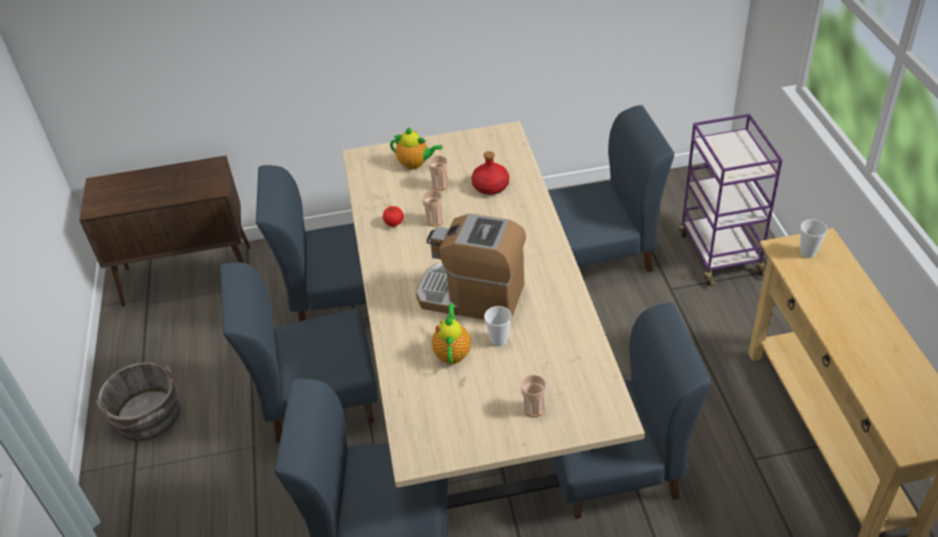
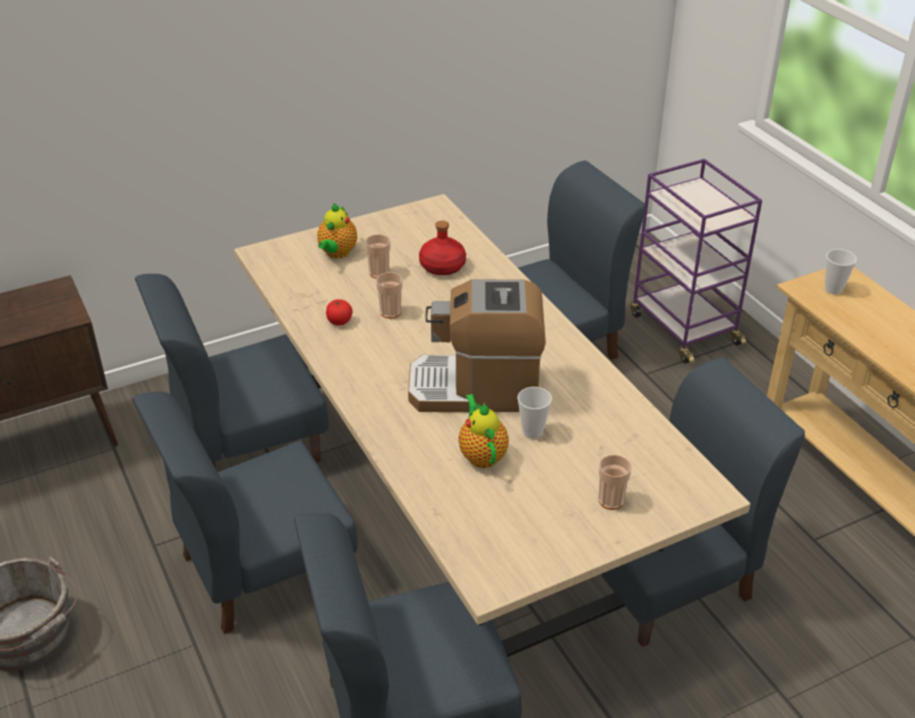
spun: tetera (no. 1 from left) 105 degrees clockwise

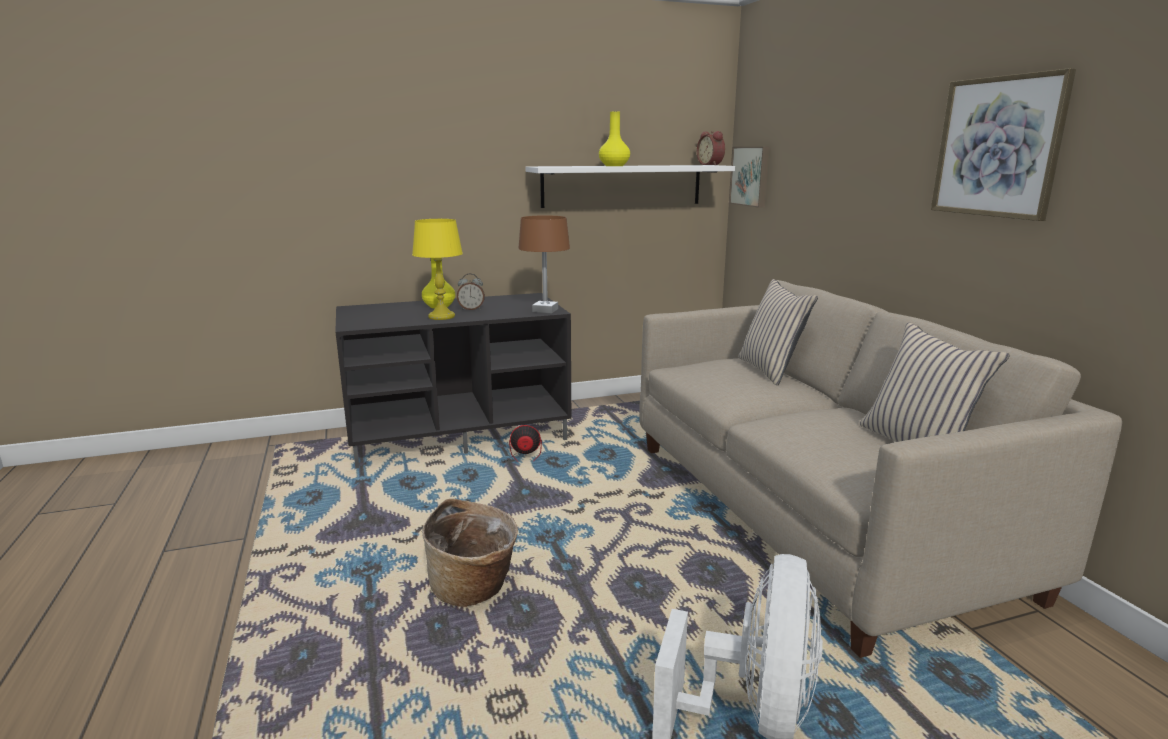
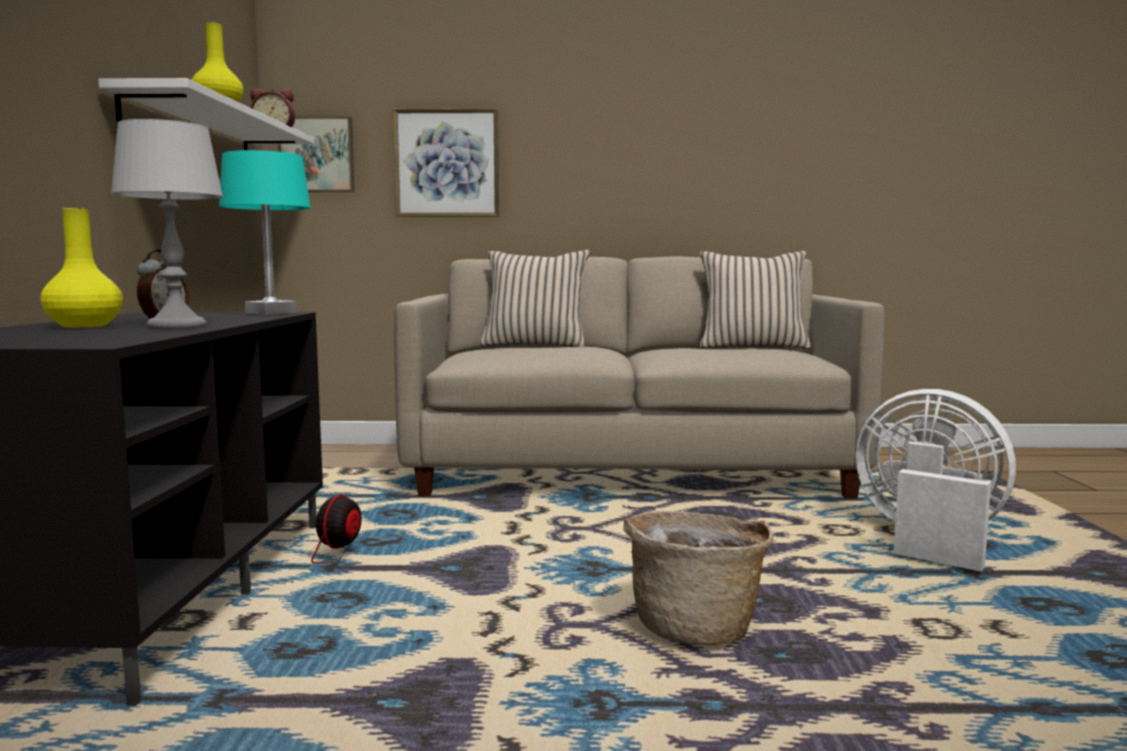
relocated: cuadro (no. 2 from left)
colour: lámpara de mesa (amarillo) to lámpara de mesa (gris); lámpara de mesa (marrón) to lámpara de mesa (turquesa)

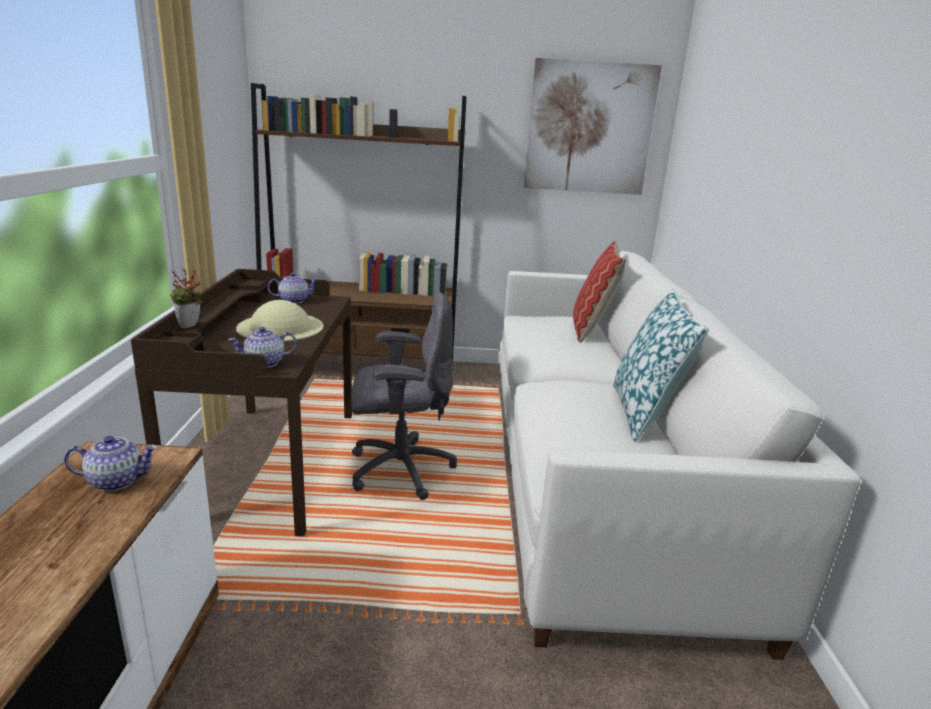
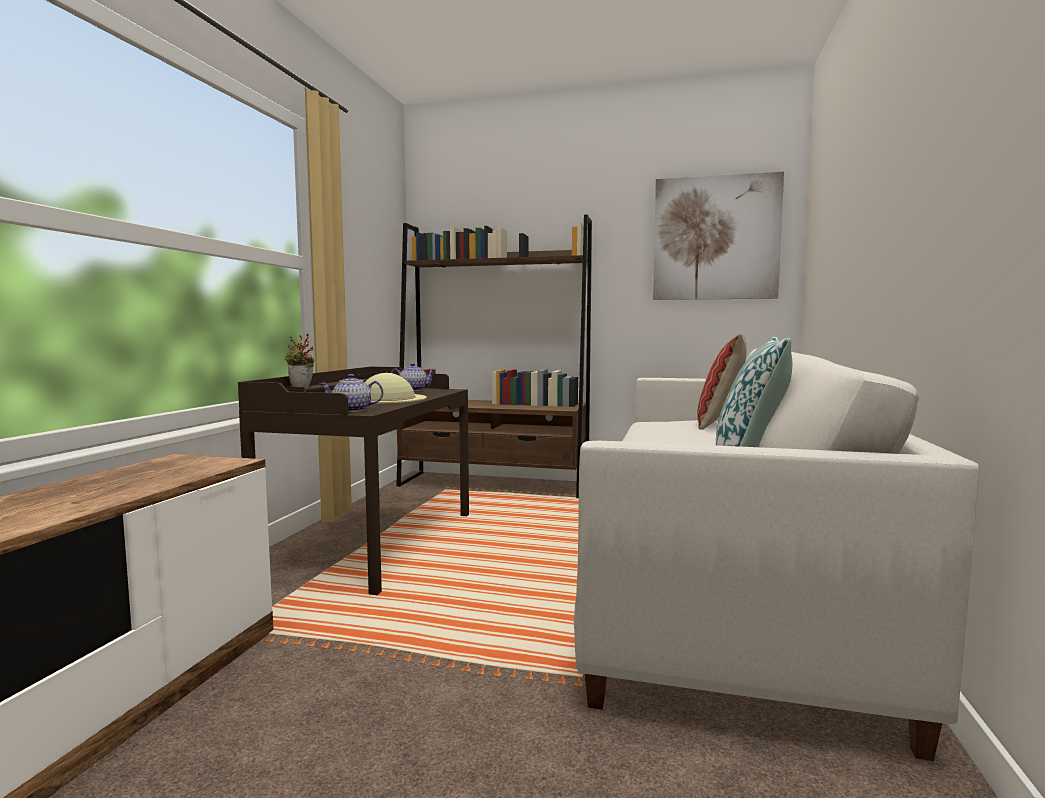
missing: tetera (no. 1 from left); silla de oficina (gris)

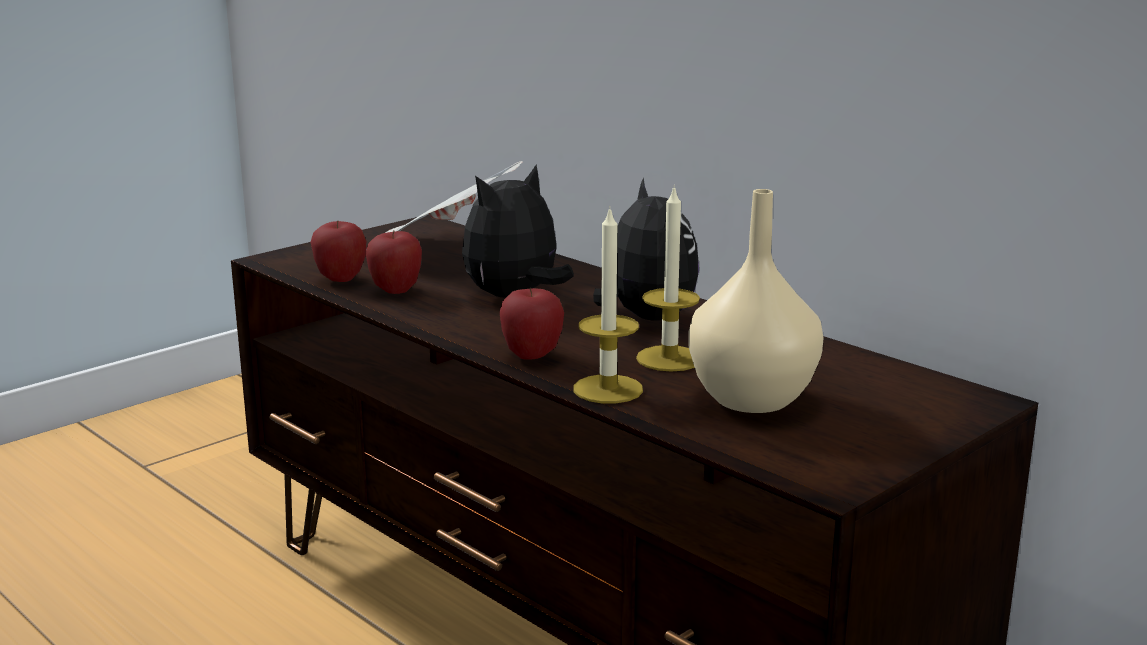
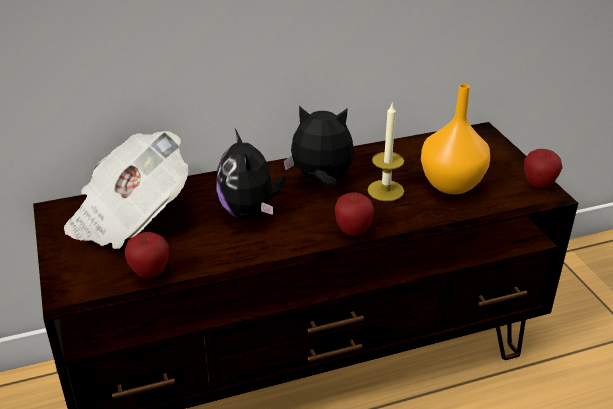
missing: vela (no. 1 from left)
relocated: manzana (no. 2 from left in the first image) to manzana (no. 3 from left)
colour: florero (beis) to florero (naranja)

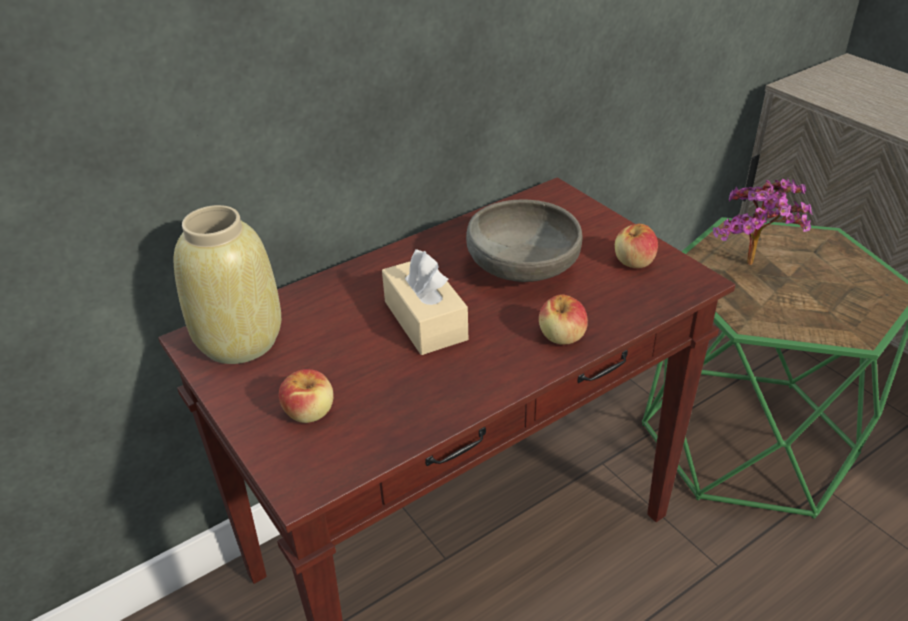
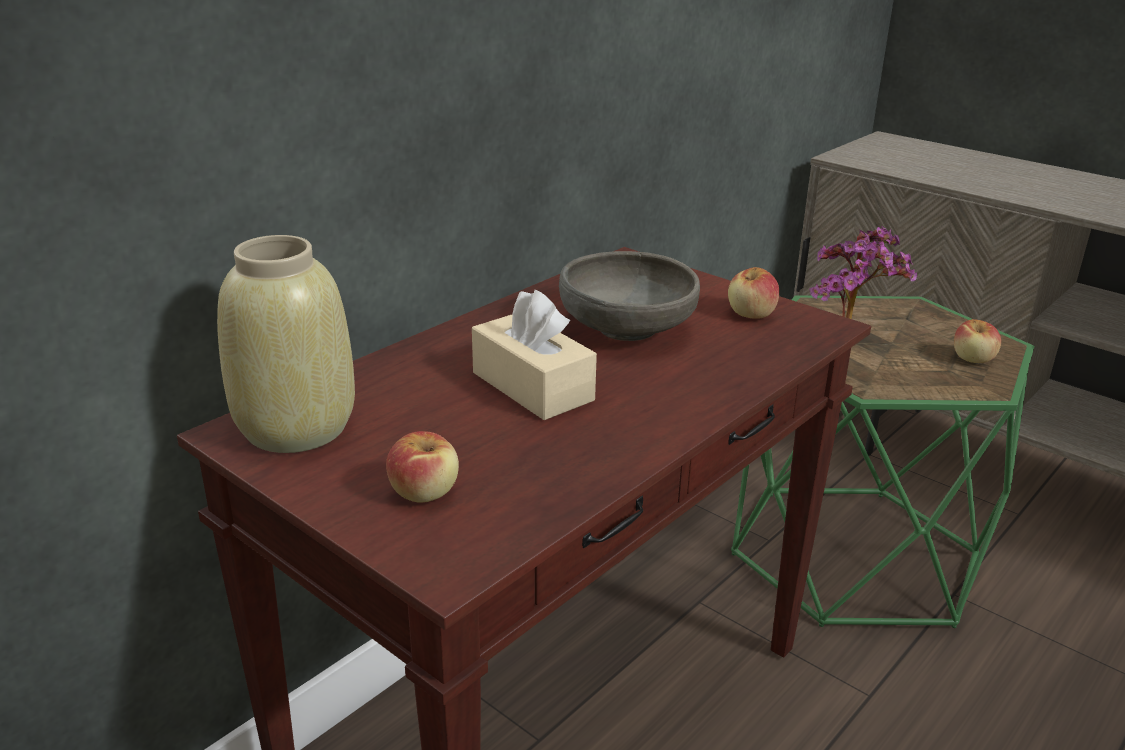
relocated: manzana (no. 2 from left in the first image) to manzana (no. 3 from left)

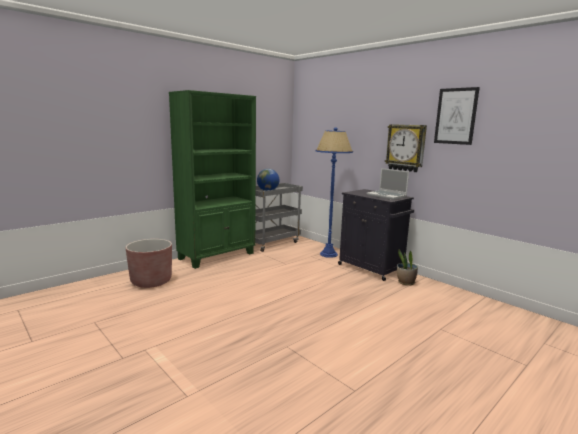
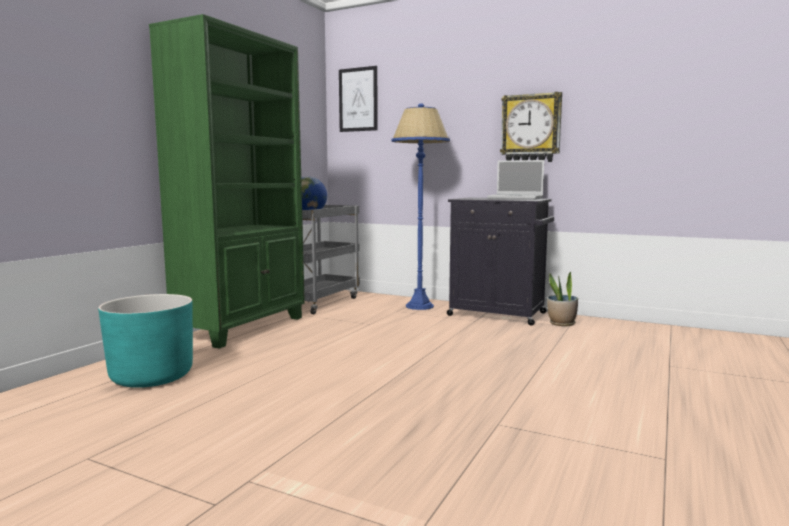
relocated: cuadro
colour: maceta (marrón) to maceta (turquesa)

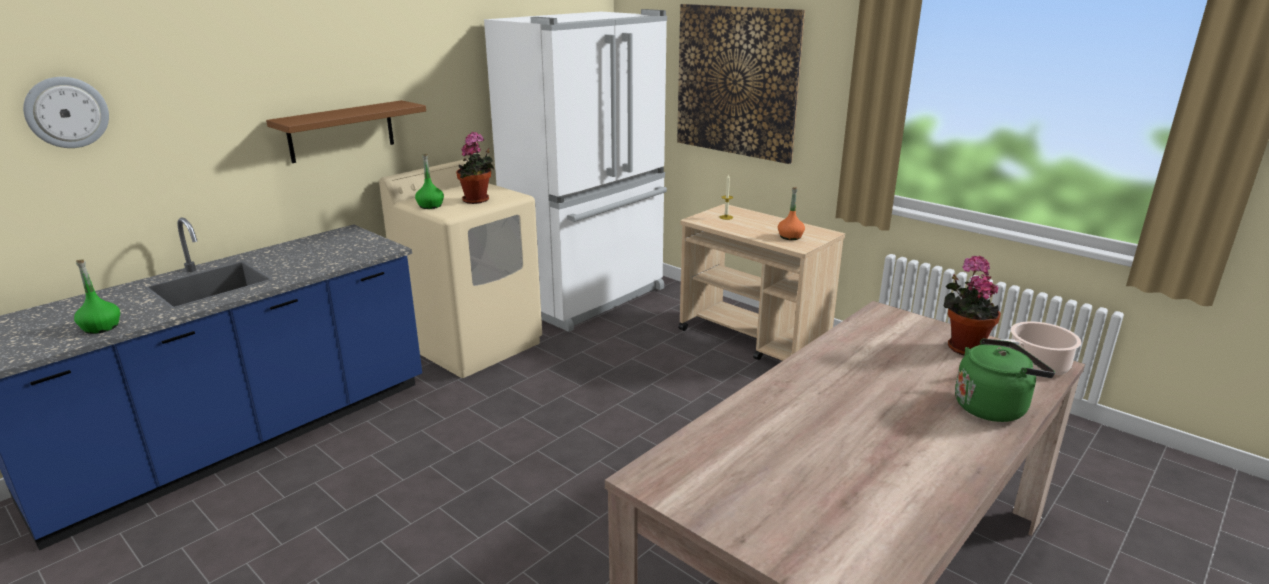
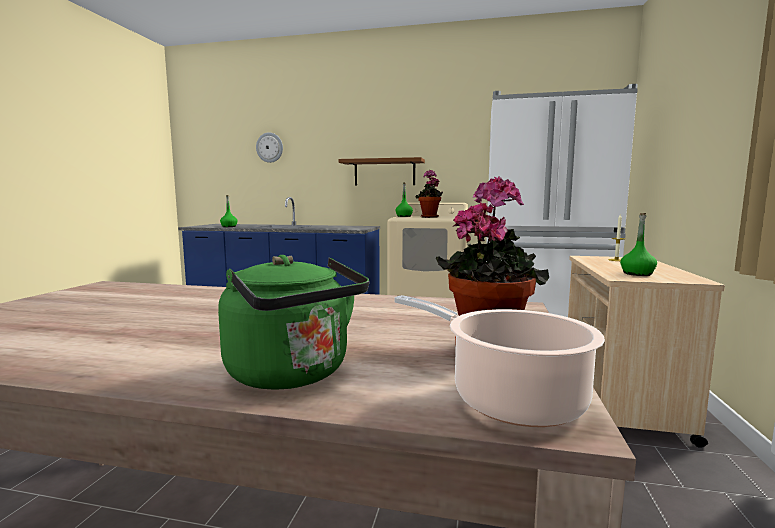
missing: cuadro
colour: botella (naranja) to botella (verde) (no. 3 from left)

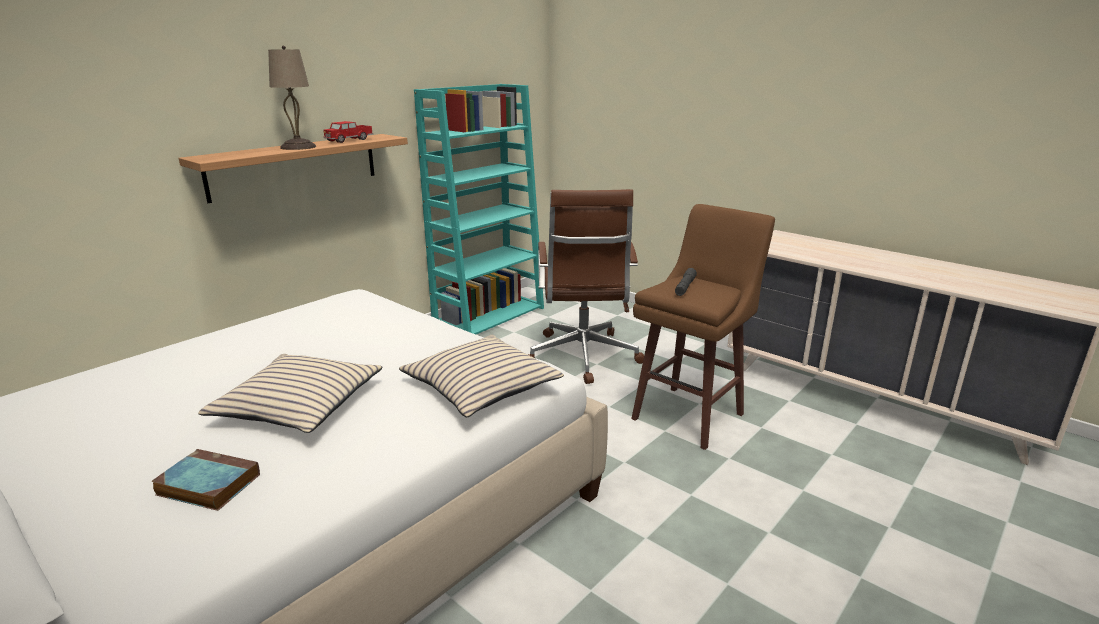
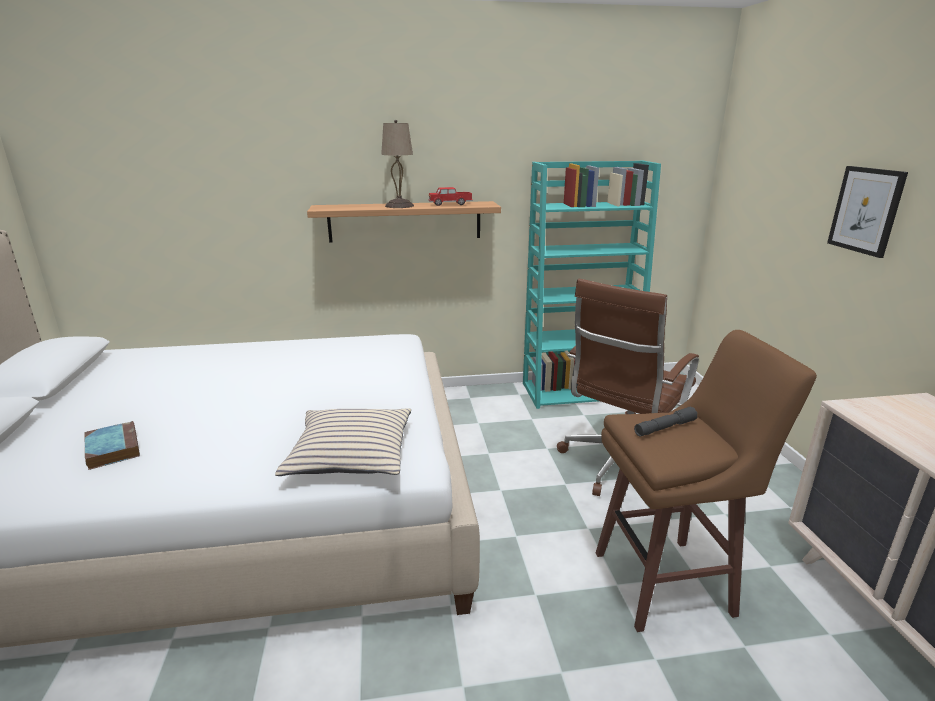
missing: cojín (beis) (no. 1 from left)
appeared: cuadro

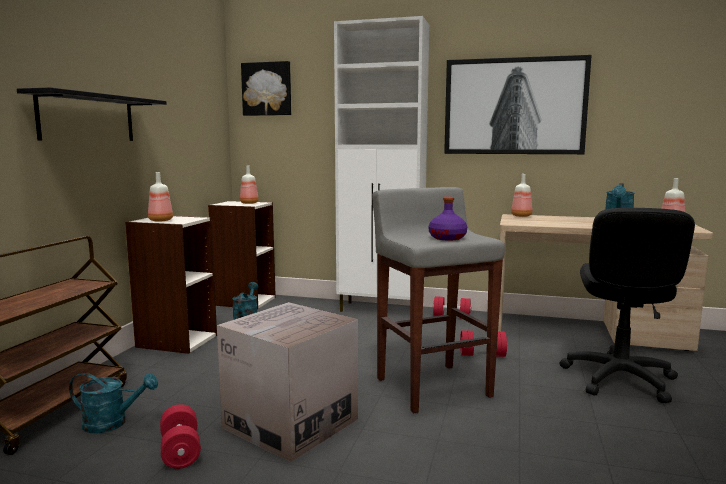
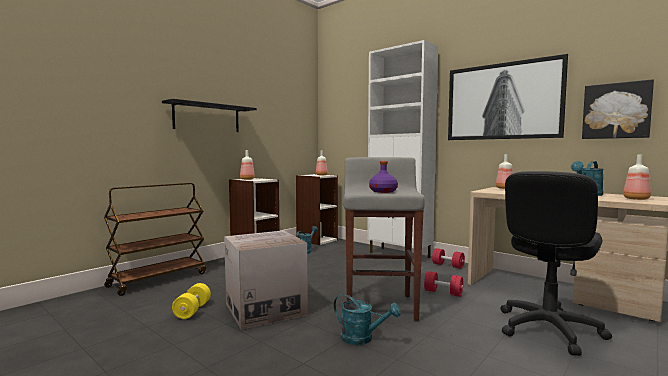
relocated: regadera (turquesa) (no. 1 from left in the first image) to regadera (turquesa) (no. 2 from left); cuadro (no. 1 from left in the first image) to cuadro (no. 2 from left)
colour: mancuerna (rojo) (no. 1 from left) to mancuerna (amarillo)

